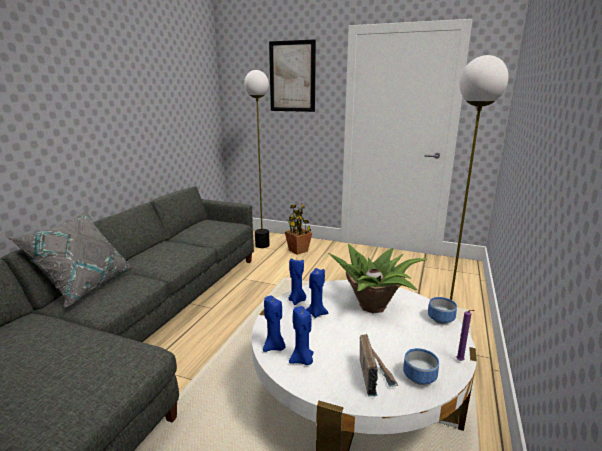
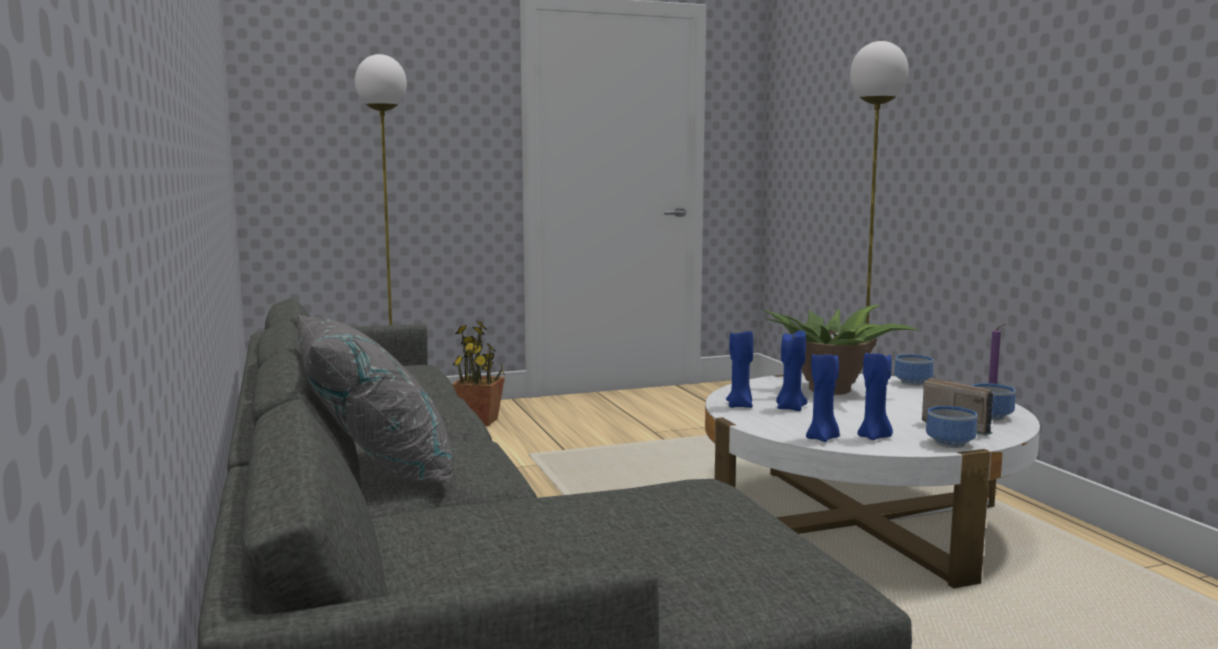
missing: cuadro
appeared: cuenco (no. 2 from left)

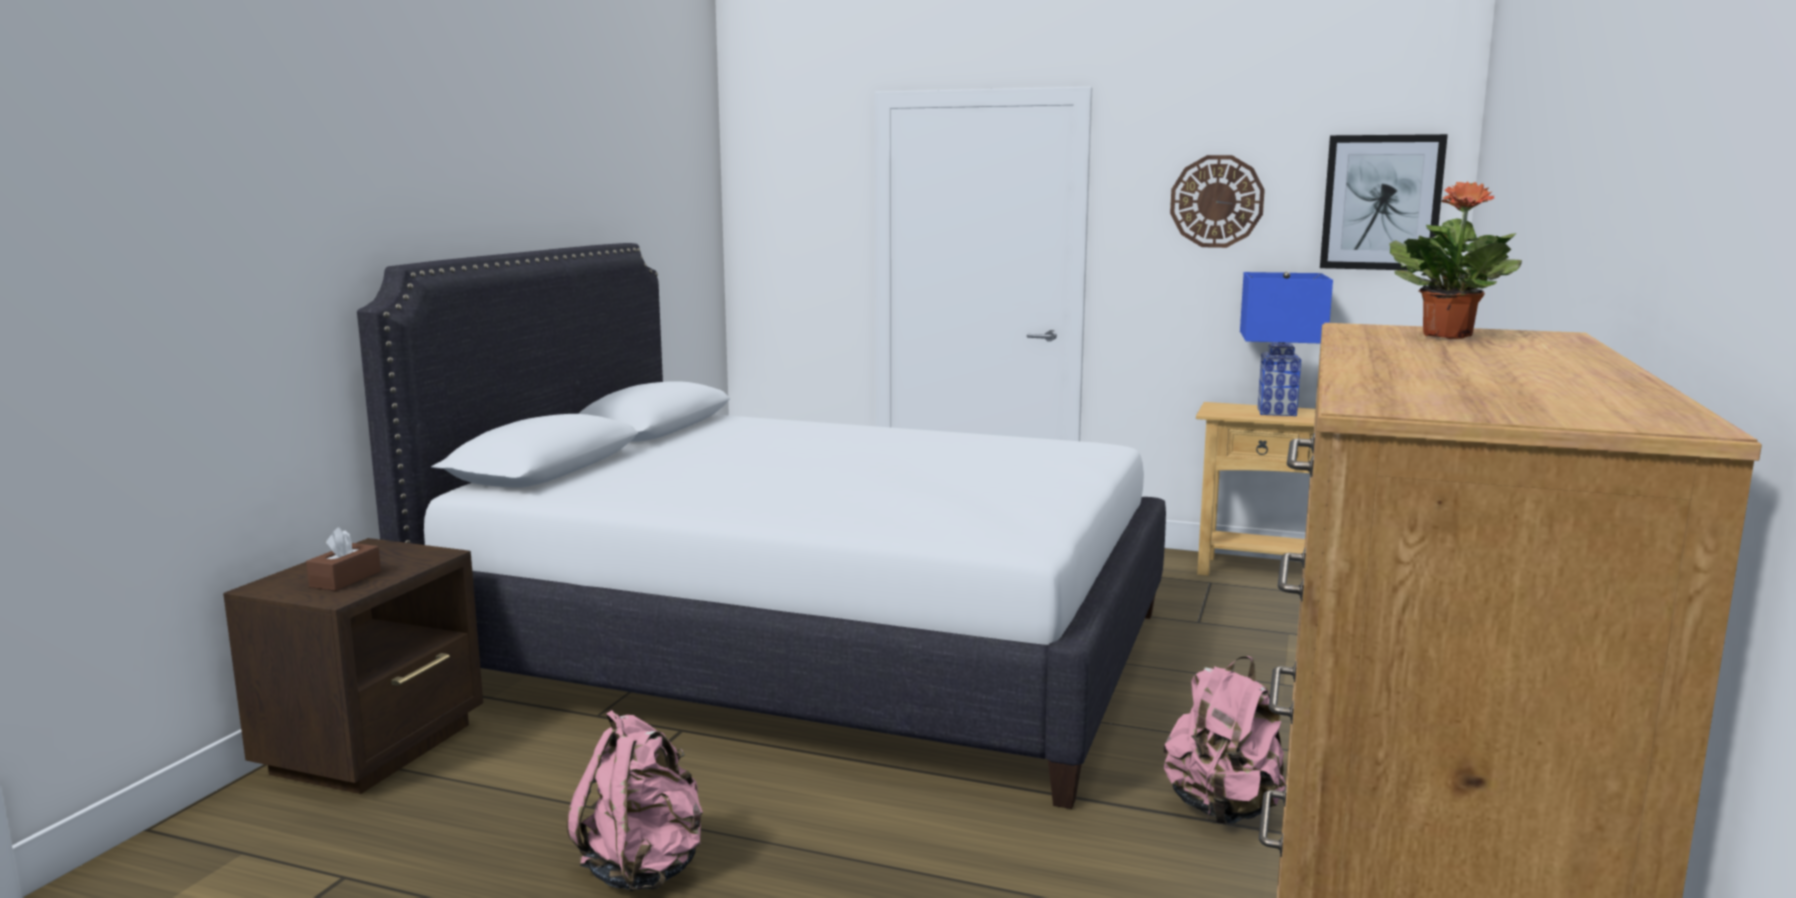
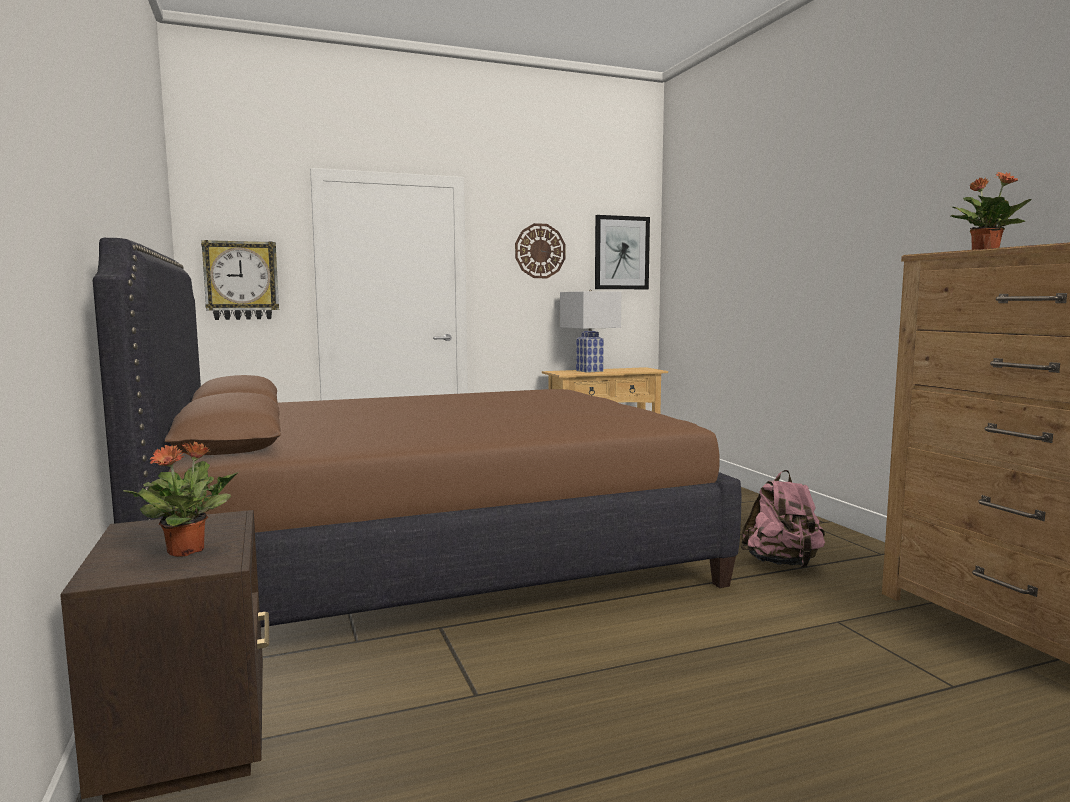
missing: mochila (rosa) (no. 1 from left)
appeared: reloj de pared (no. 1 from left)
exchanged: caja de pañuelos (marrón) to planta en maceta (no. 1 from left)
colour: cama (blanco) to cama (marrón); lámpara de mesa (azul) to lámpara de mesa (blanco)

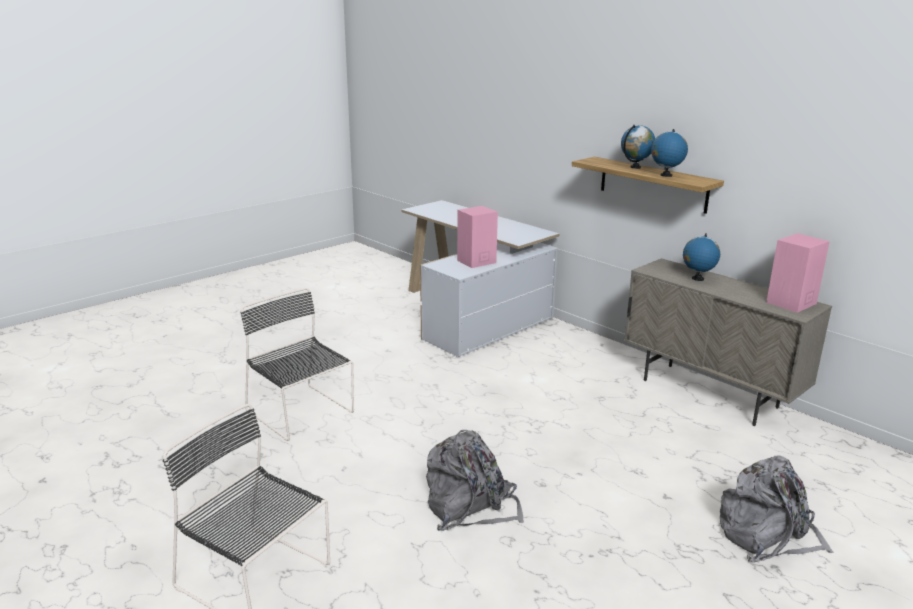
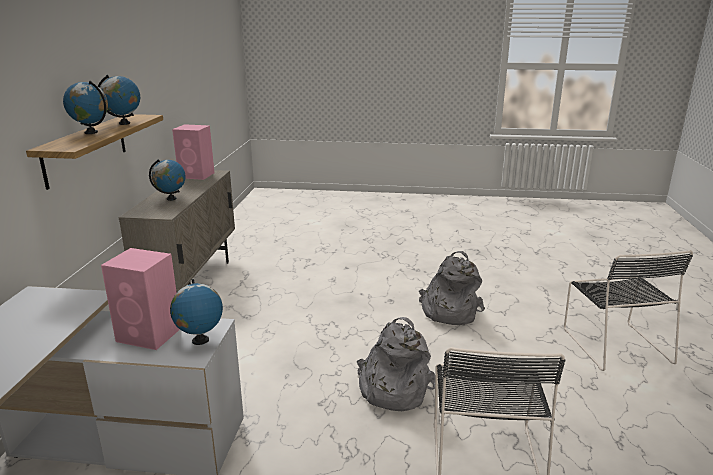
appeared: globo terráqueo (no. 4 from left)
relocated: mochila (gris) (no. 2 from left in the first image) to mochila (gris) (no. 1 from left)

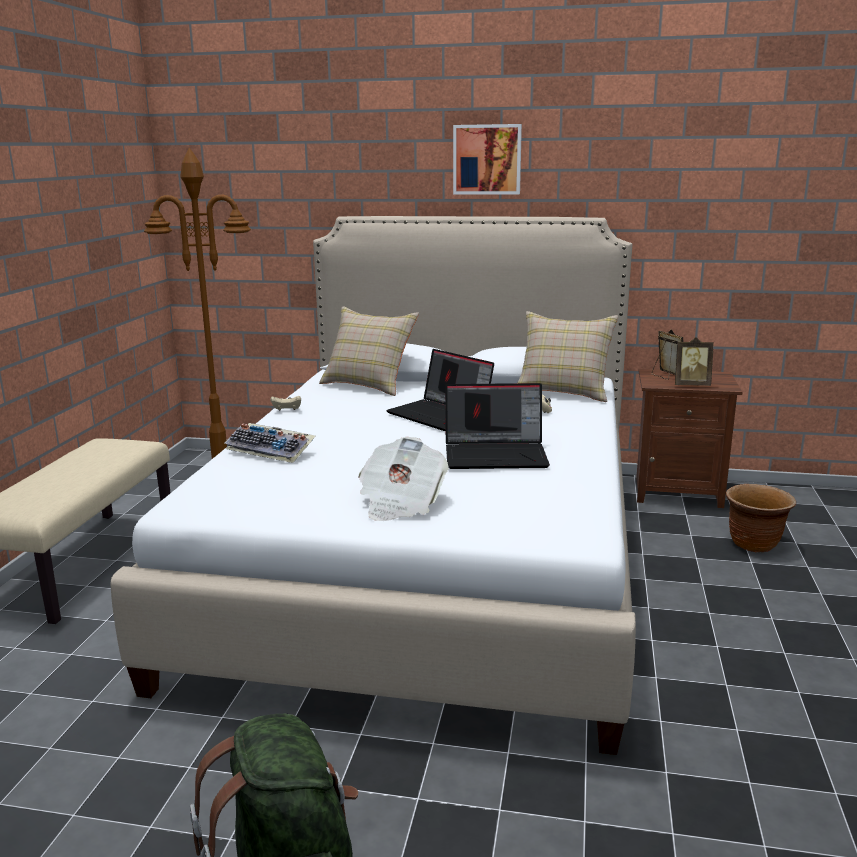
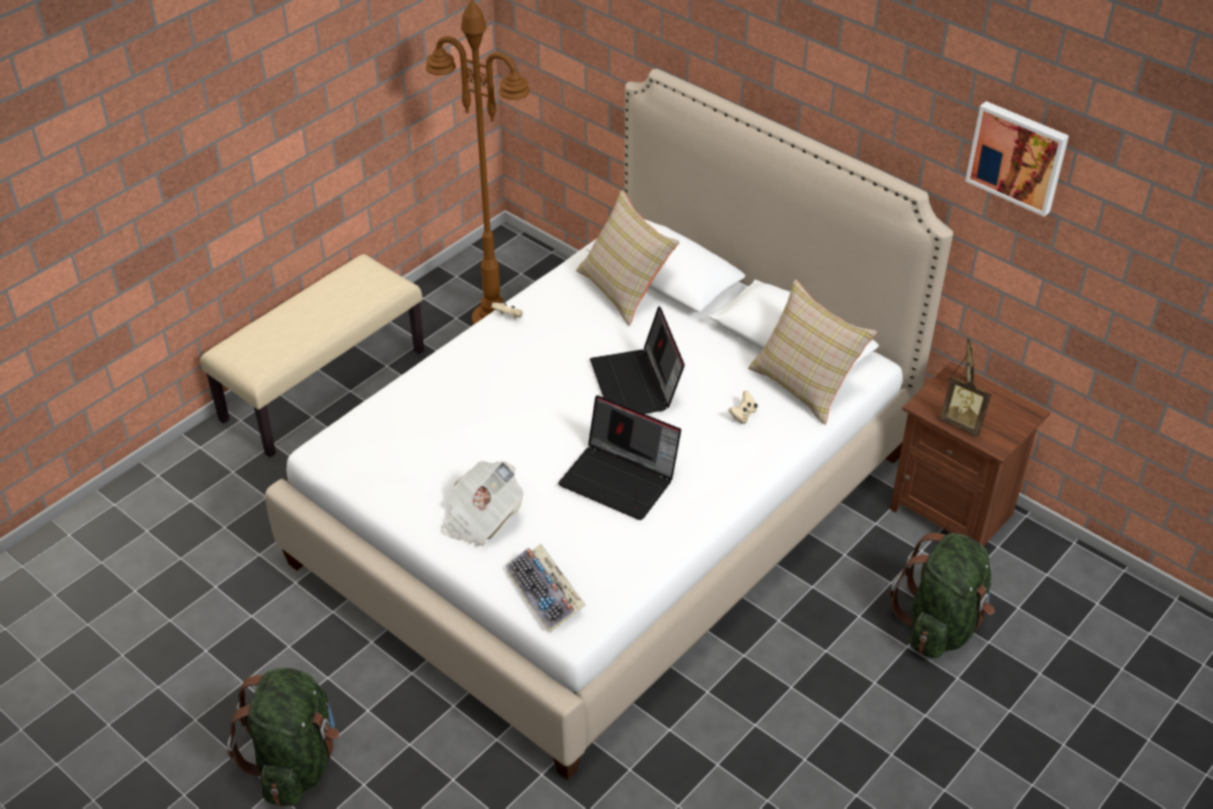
relocated: teclado; cuadro
exchanged: maceta (marrón) to mochila (verde) (no. 2 from left)

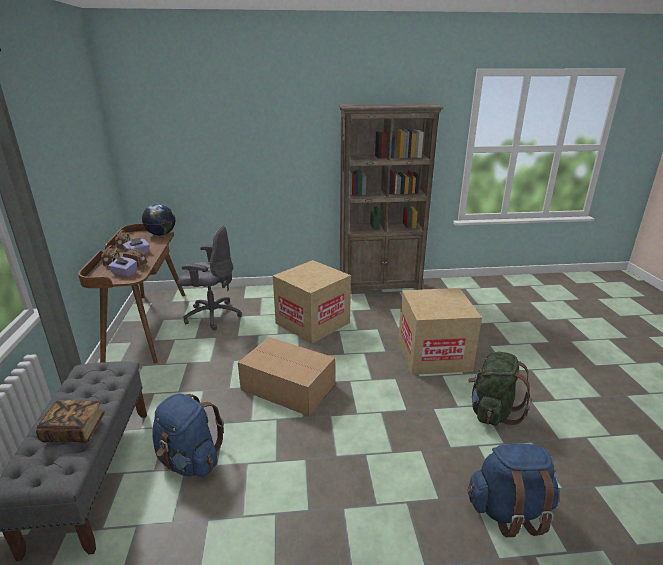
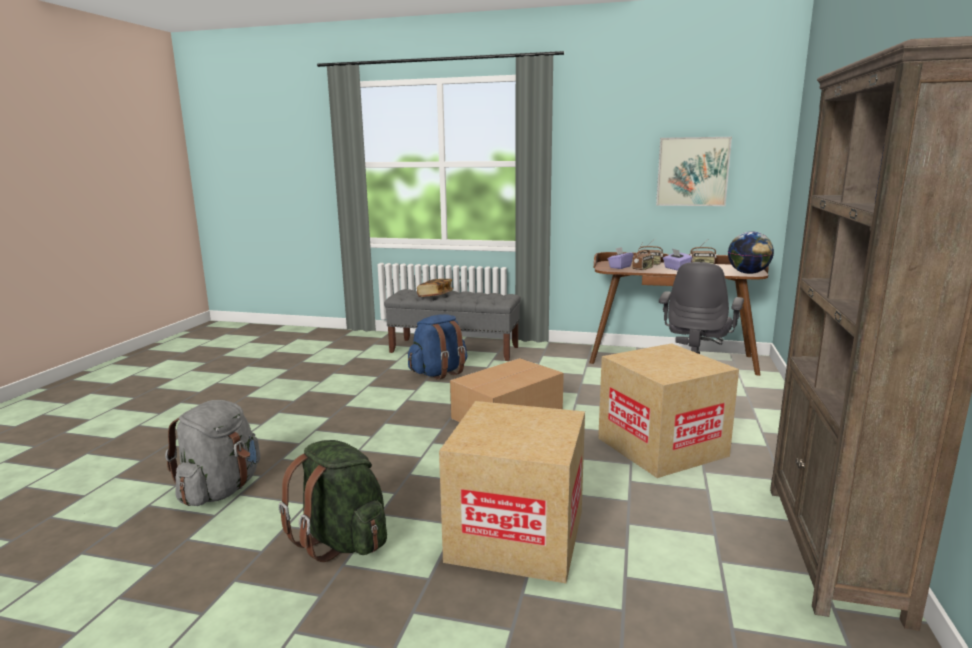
appeared: cuadro
colour: mochila (azul) (no. 2 from left) to mochila (gris)

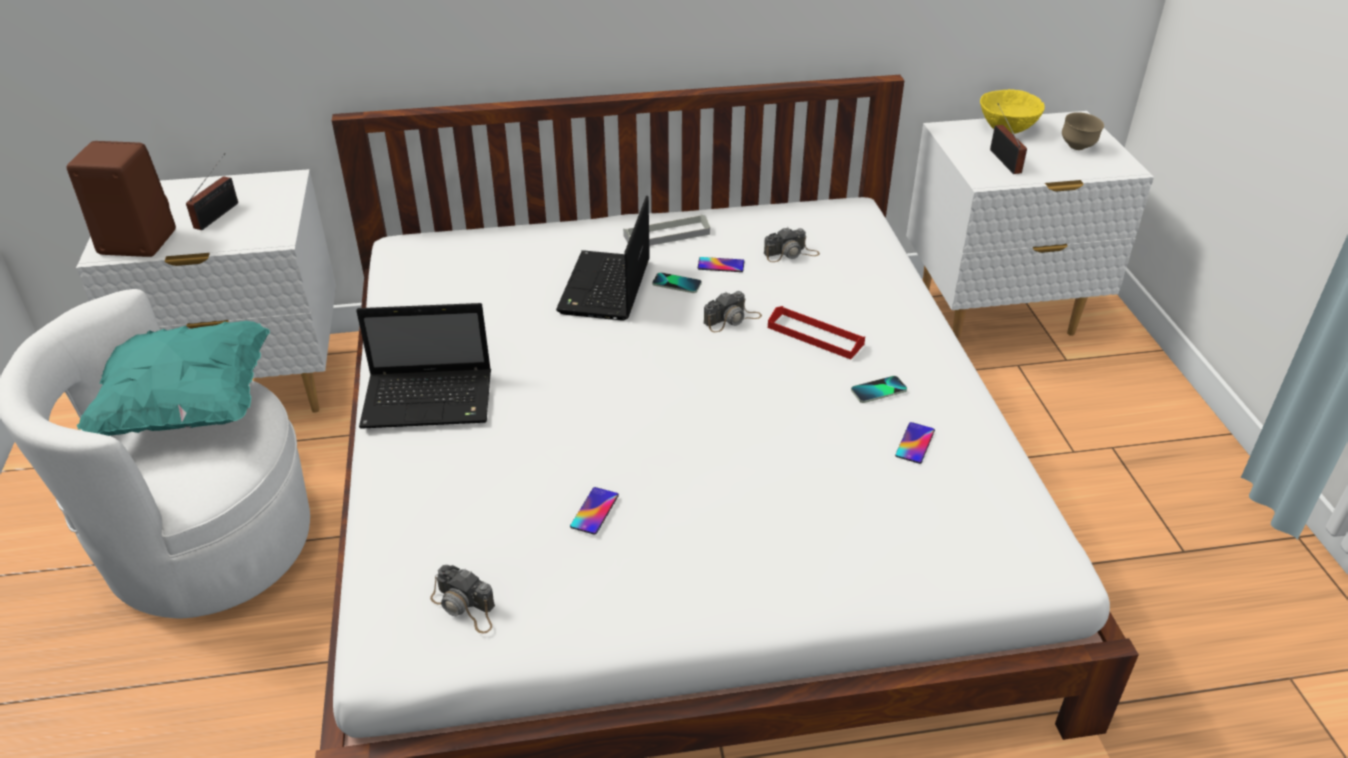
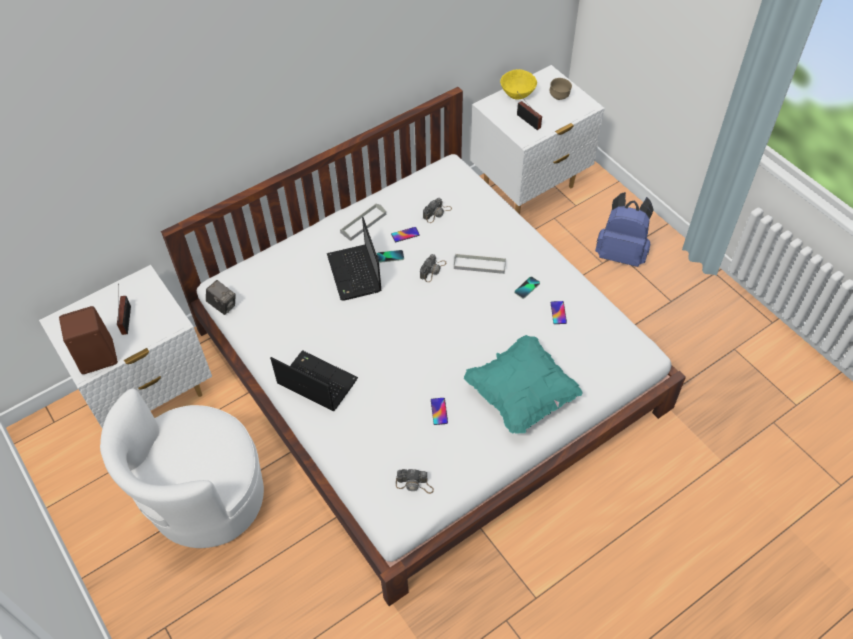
appeared: cámara (no. 1 from left); mochila (azul)
relocated: cojín (turquesa)
colour: bandeja (rojo) to bandeja (gris) (no. 2 from left)
spun: portátil (no. 1 from left) 120 degrees counterclockwise

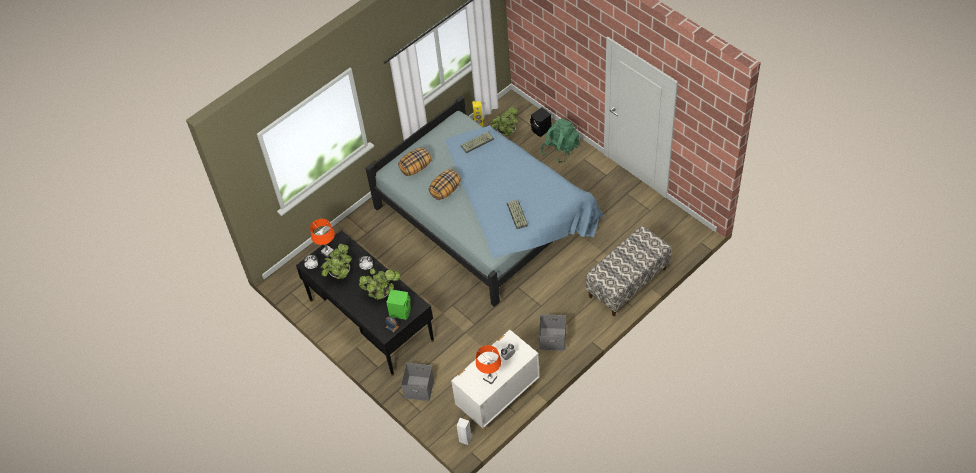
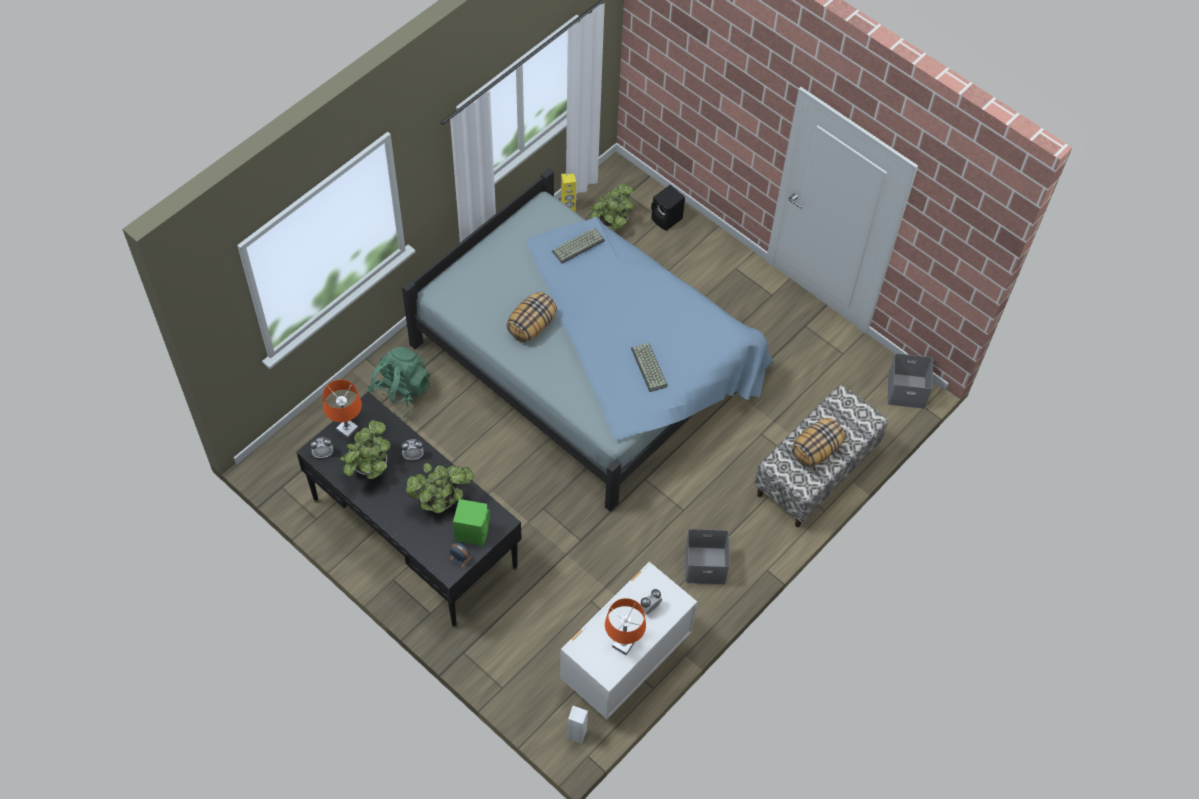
relocated: cojín (no. 1 from left in the first image) to cojín (no. 2 from left); caja de almacenaje (gris) (no. 1 from left in the first image) to caja de almacenaje (gris) (no. 2 from left); mochila (verde)

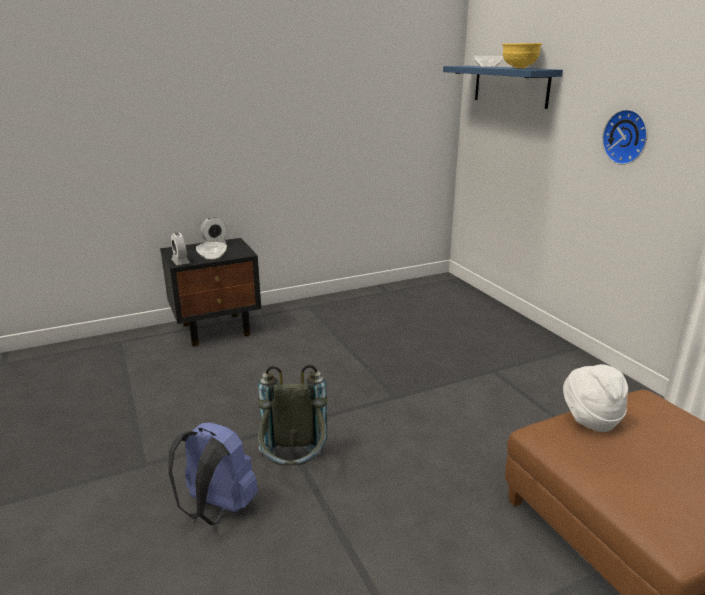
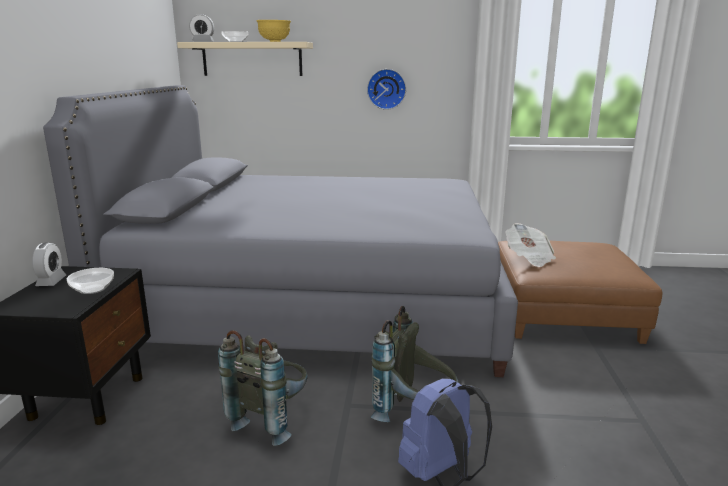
appeared: cama (gris); mochila (gris) (no. 1 from left)
relocated: despertador (no. 1 from left in the first image) to despertador (no. 2 from left)
exchanged: sombrero (blanco) to periódico
colour: estante (azul) to estante (beis)

